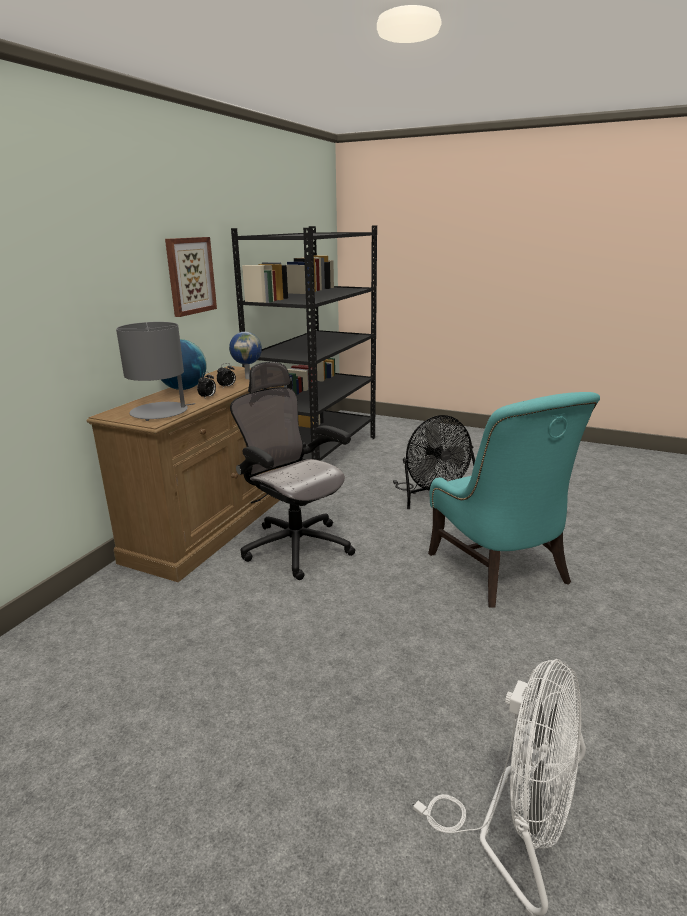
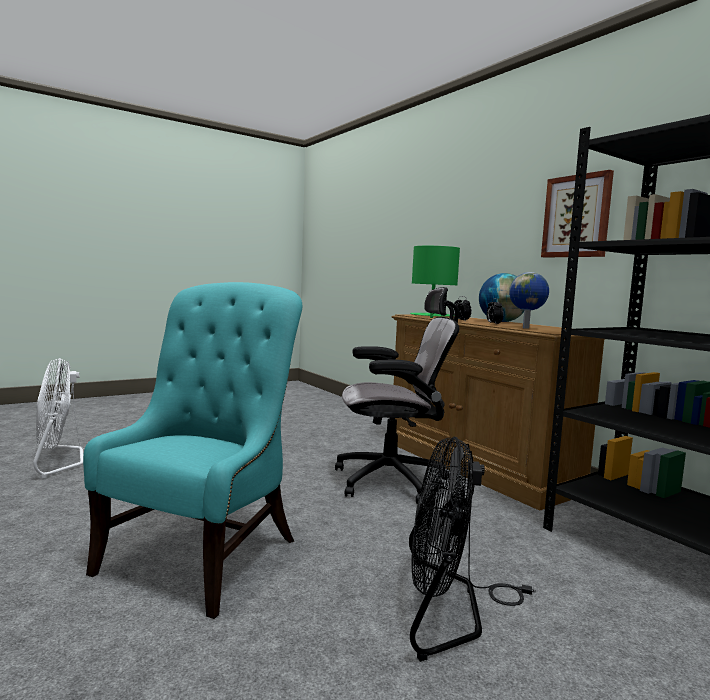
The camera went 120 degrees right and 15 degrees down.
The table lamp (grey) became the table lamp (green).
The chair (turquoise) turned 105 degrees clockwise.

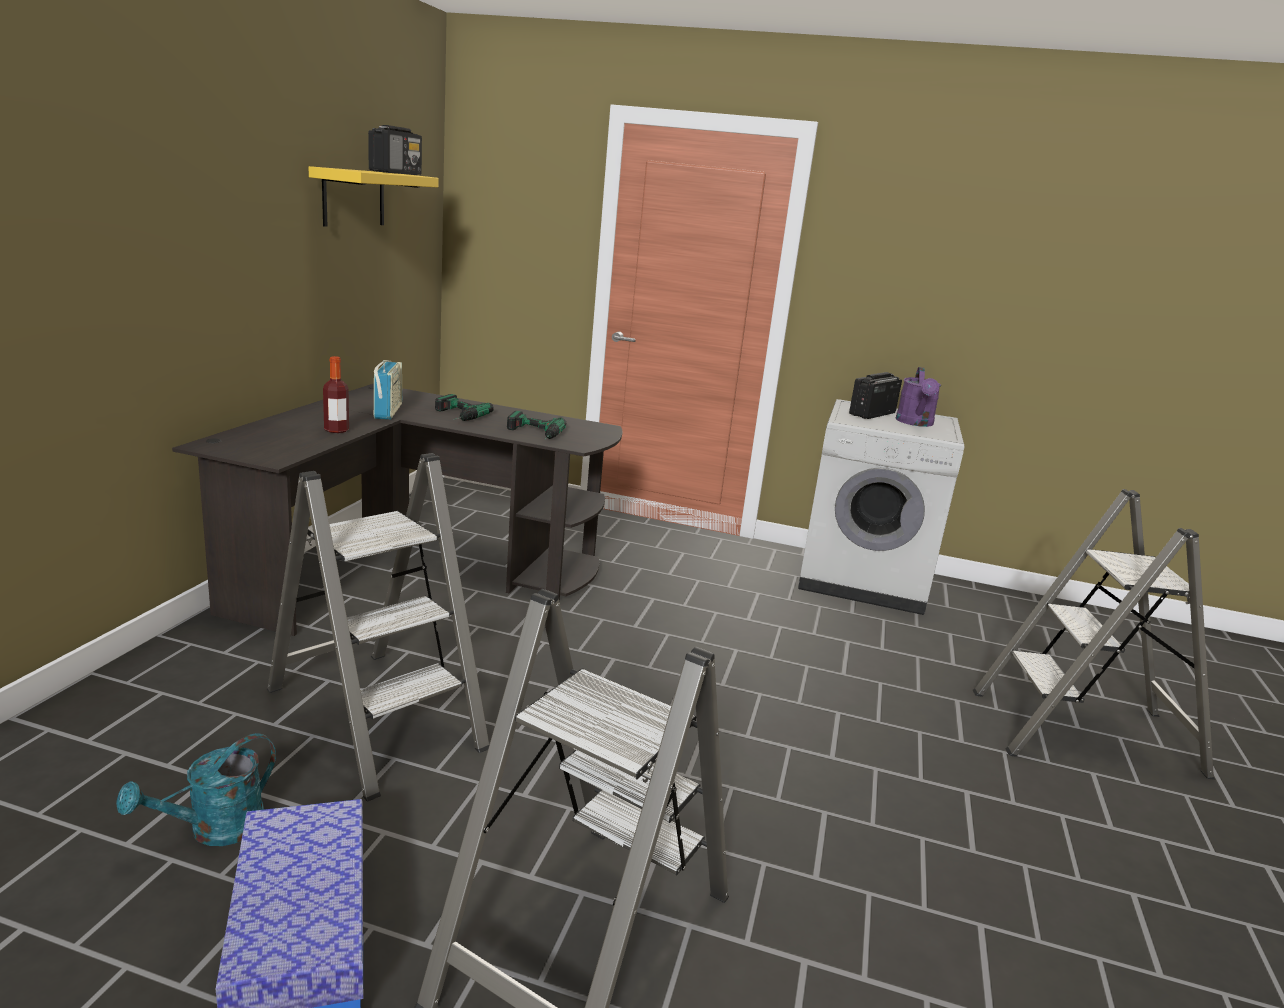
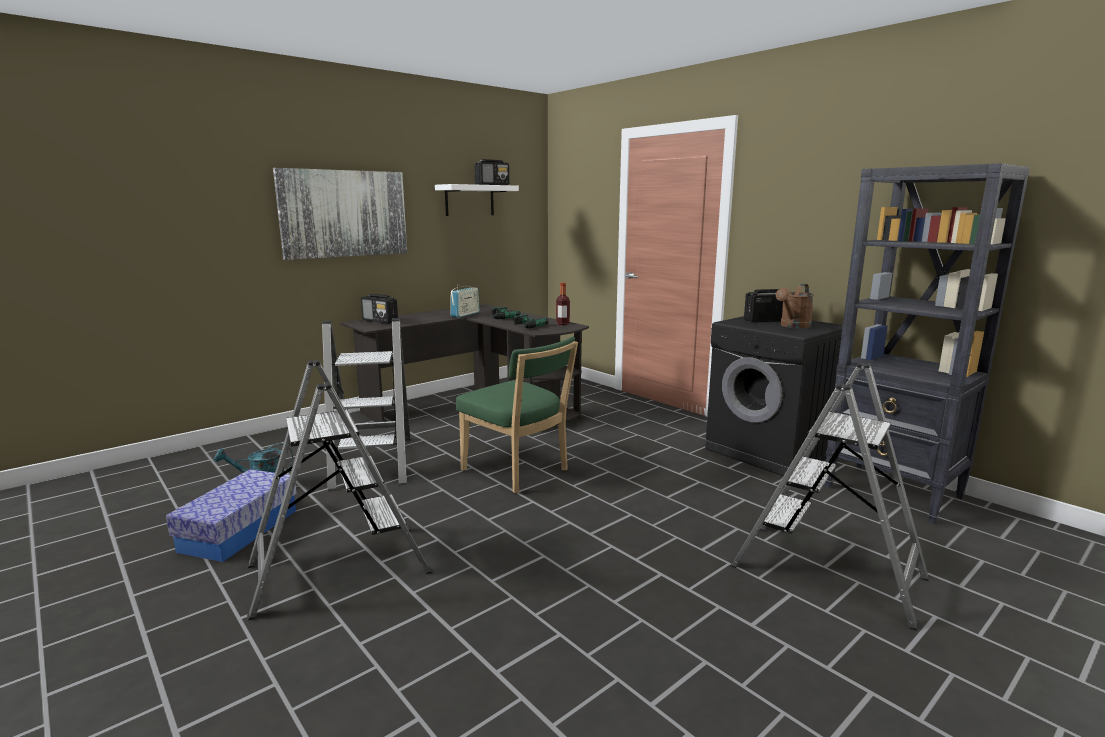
The camera went 35 degrees right and 5 degrees down.
The picture appeared.
The radio (no. 1 from left) appeared.
The chair (green) appeared.
The bookcase (black) appeared.
The bottle moved.
The shelf (yellow) became the shelf (white).
The washing machine (white) became the washing machine (black).
The watering can (purple) became the watering can (brown).

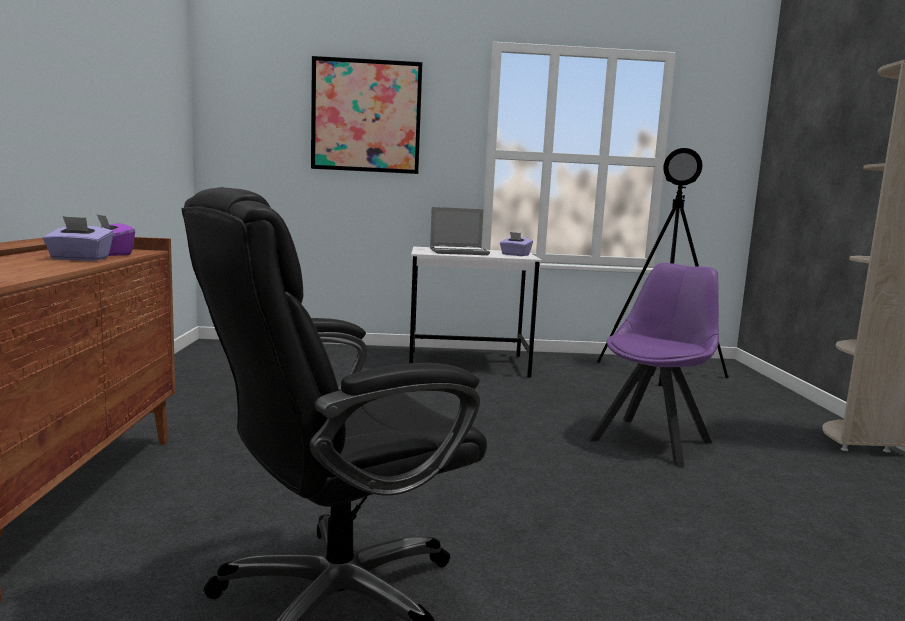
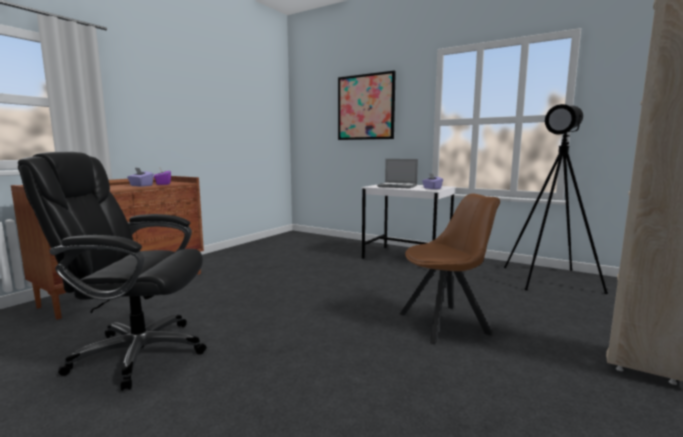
The camera went 35 degrees right and 0 degrees up.
The chair (purple) became the chair (brown).

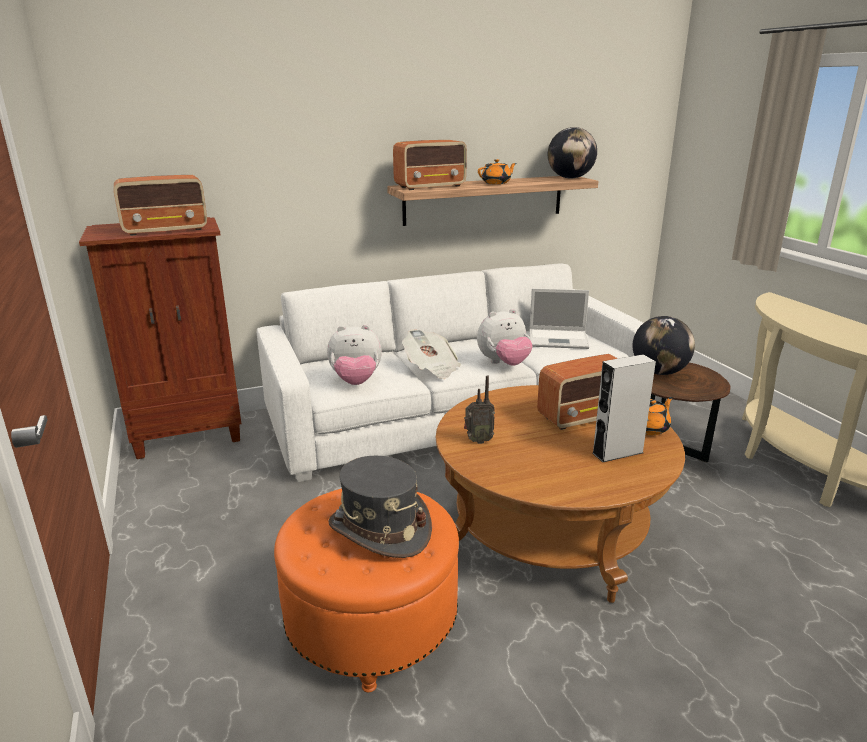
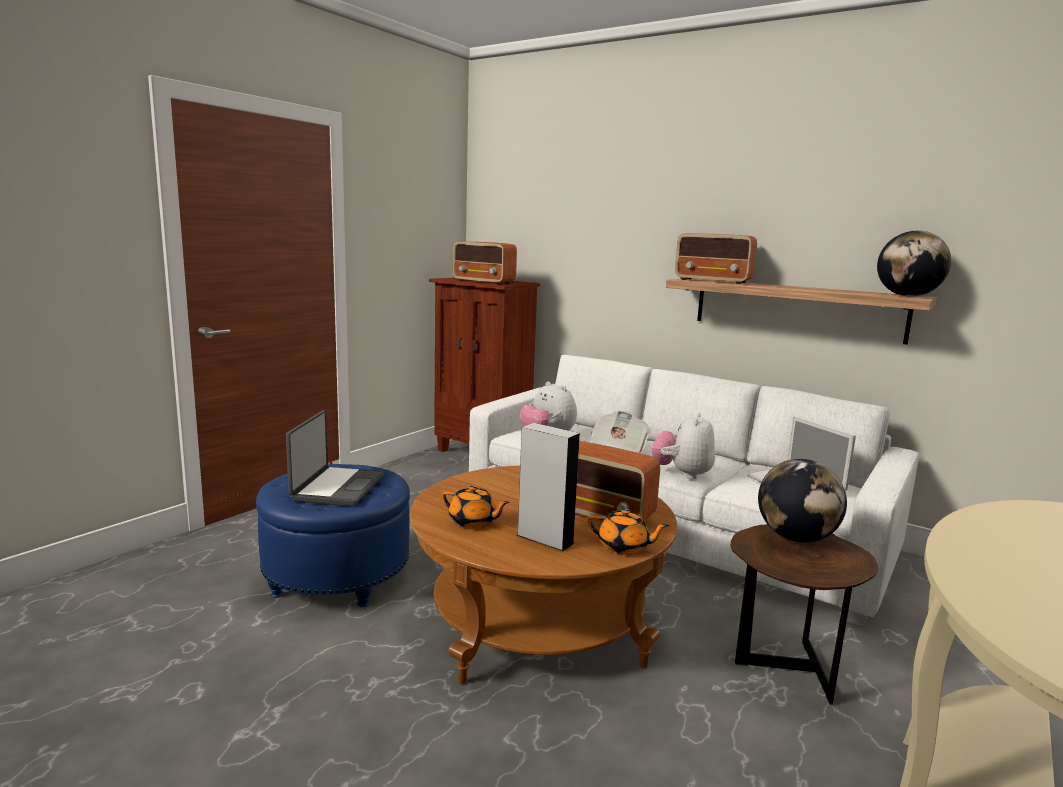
The camera went 55 degrees right and 10 degrees down.
The radio (no. 3 from left) disappeared.
The teapot (orange) (no. 1 from left) moved.
The hat (grey) was replaced by the laptop (no. 1 from left).
The ottoman (orange) became the ottoman (blue).
The plush toy (no. 2 from left) turned 75 degrees clockwise.

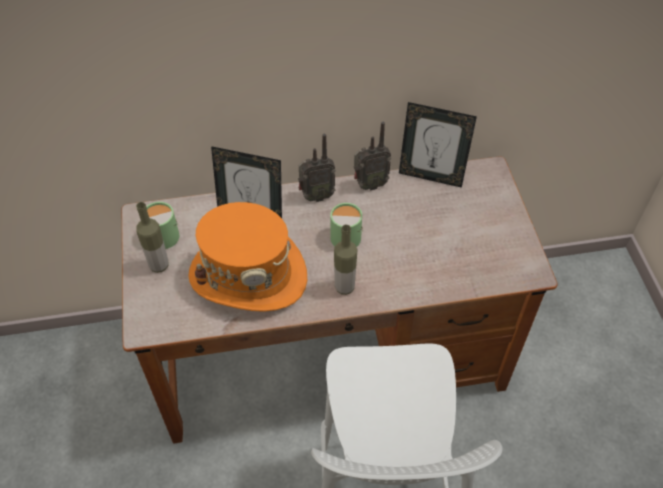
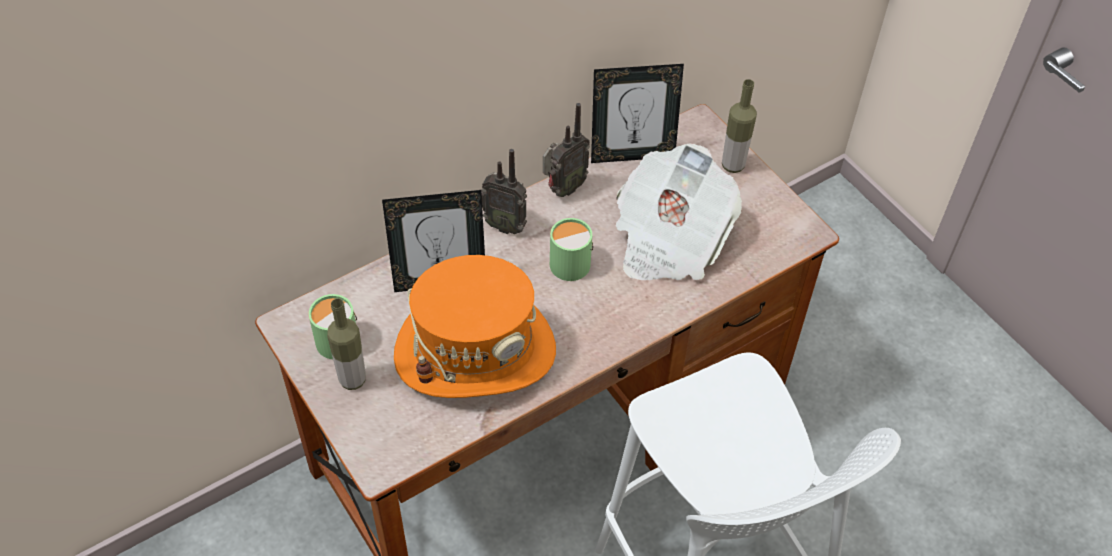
The camera went 25 degrees left and 0 degrees up.
The newspaper appeared.
The bottle (no. 2 from left) moved.
The radio (no. 1 from left) turned 60 degrees clockwise.

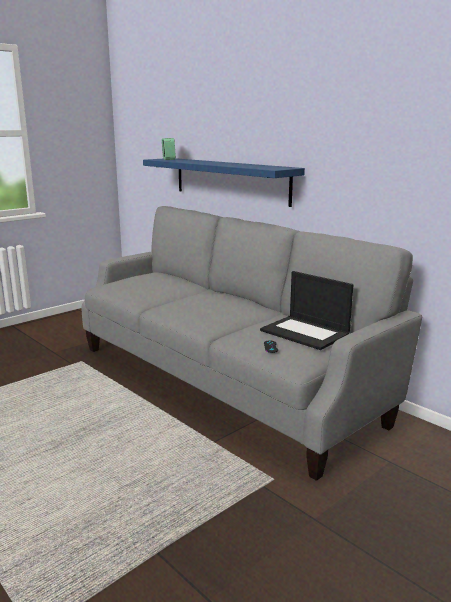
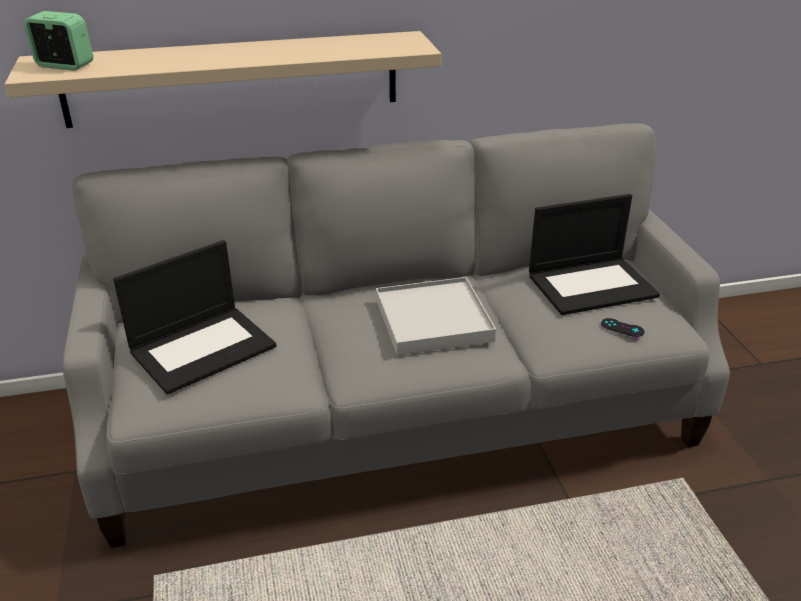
The camera went 60 degrees left and 15 degrees up.
The laptop (no. 1 from left) appeared.
The tray (white) appeared.
The shelf (blue) became the shelf (beige).

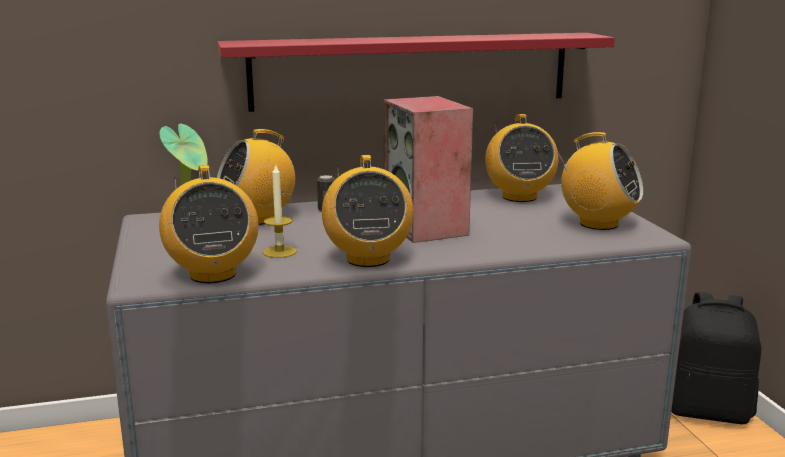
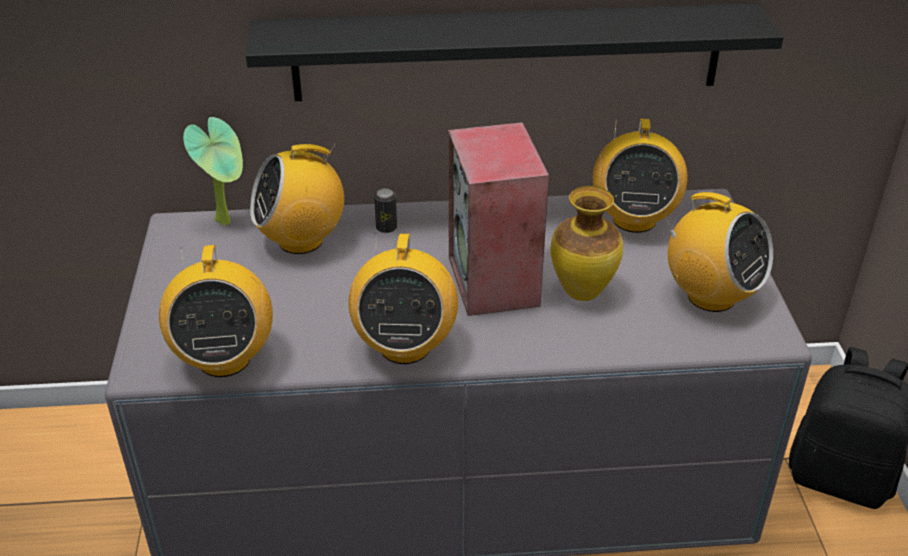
The camera went 10 degrees right and 20 degrees up.
The candle disappeared.
The vase appeared.
The shelf (red) became the shelf (black).

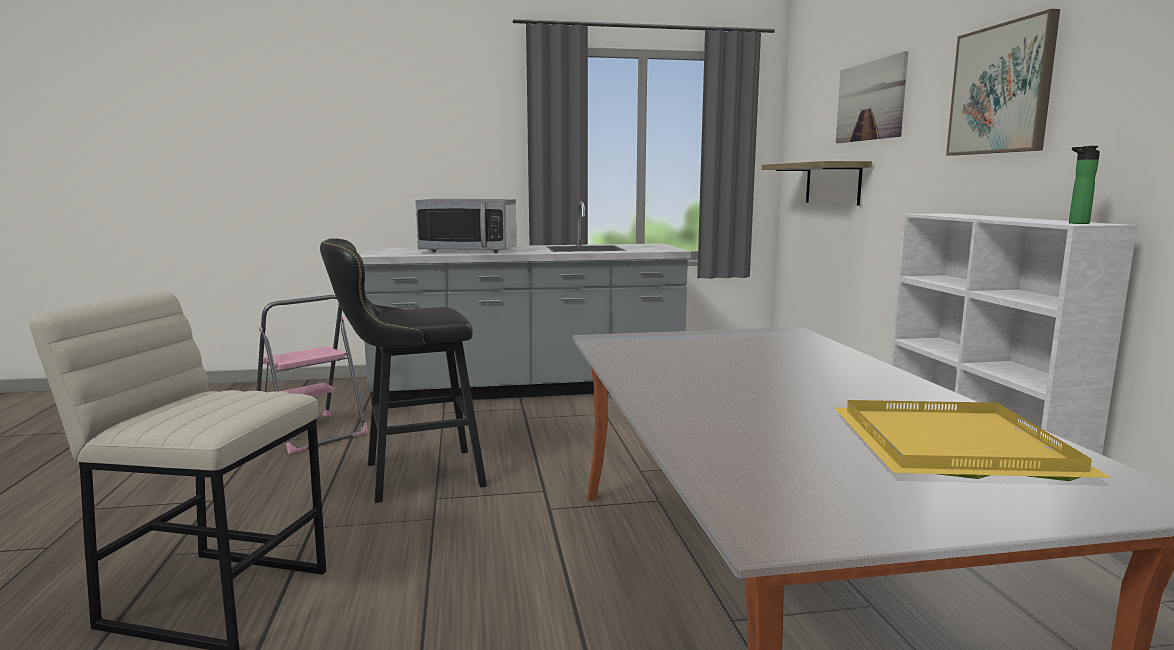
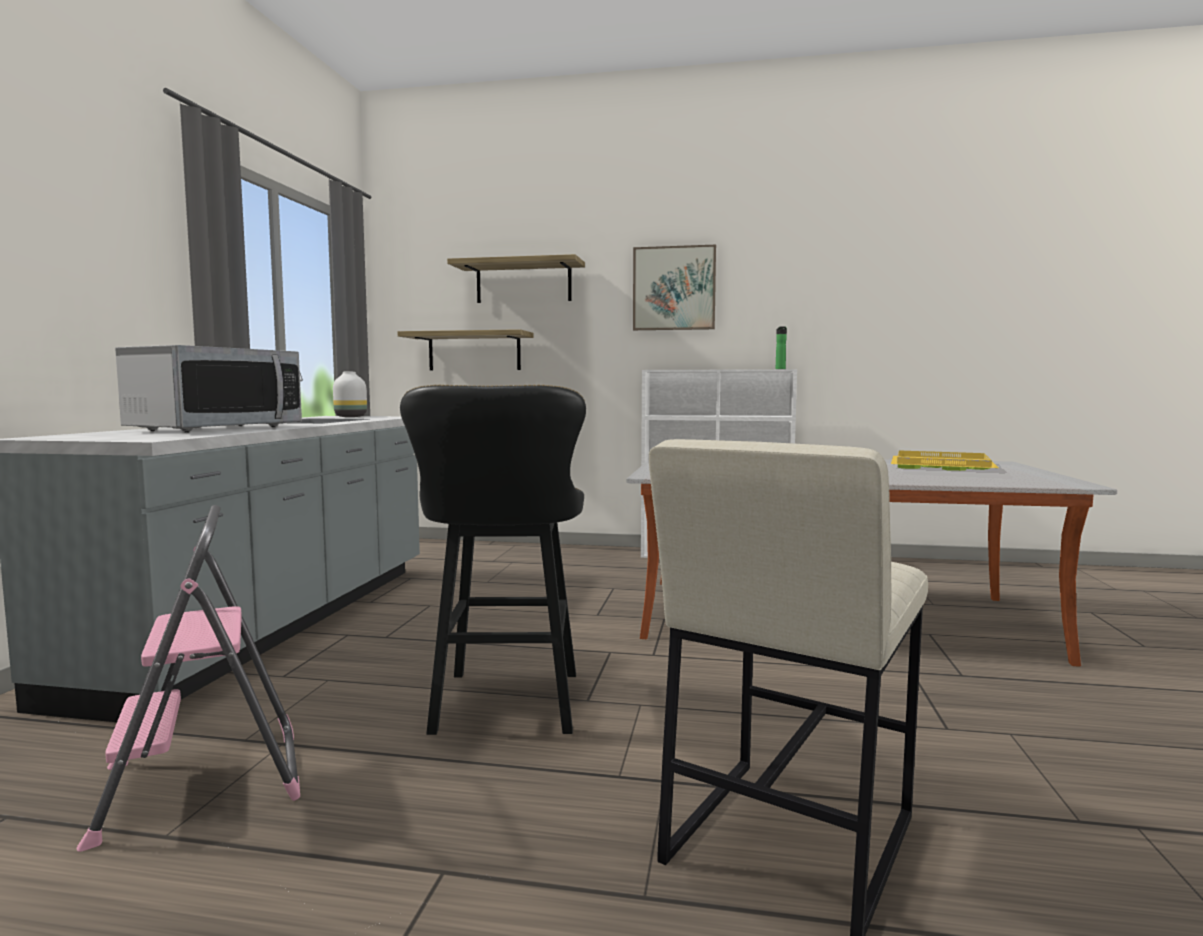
The camera went 70 degrees left and 5 degrees down.
The vase (white) appeared.
The picture (no. 1 from left) was replaced by the shelf (no. 2 from left).

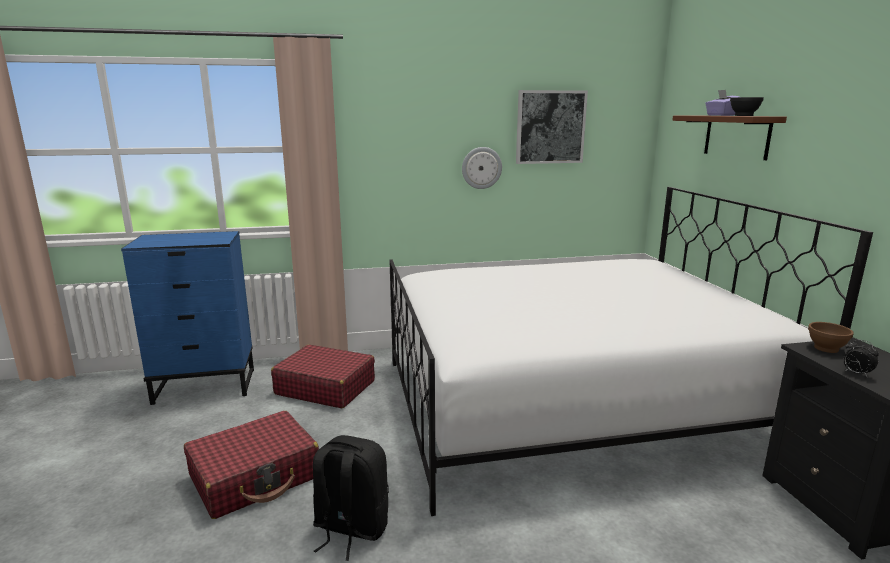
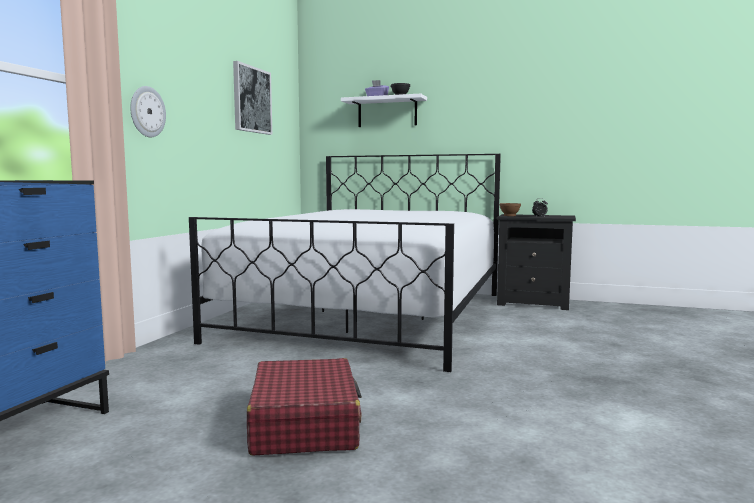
The camera went 60 degrees left and 10 degrees down.
The suitcase (red) (no. 2 from left) disappeared.
The backpack (black) disappeared.
The wall clock moved.
The shelf (brown) became the shelf (white).

